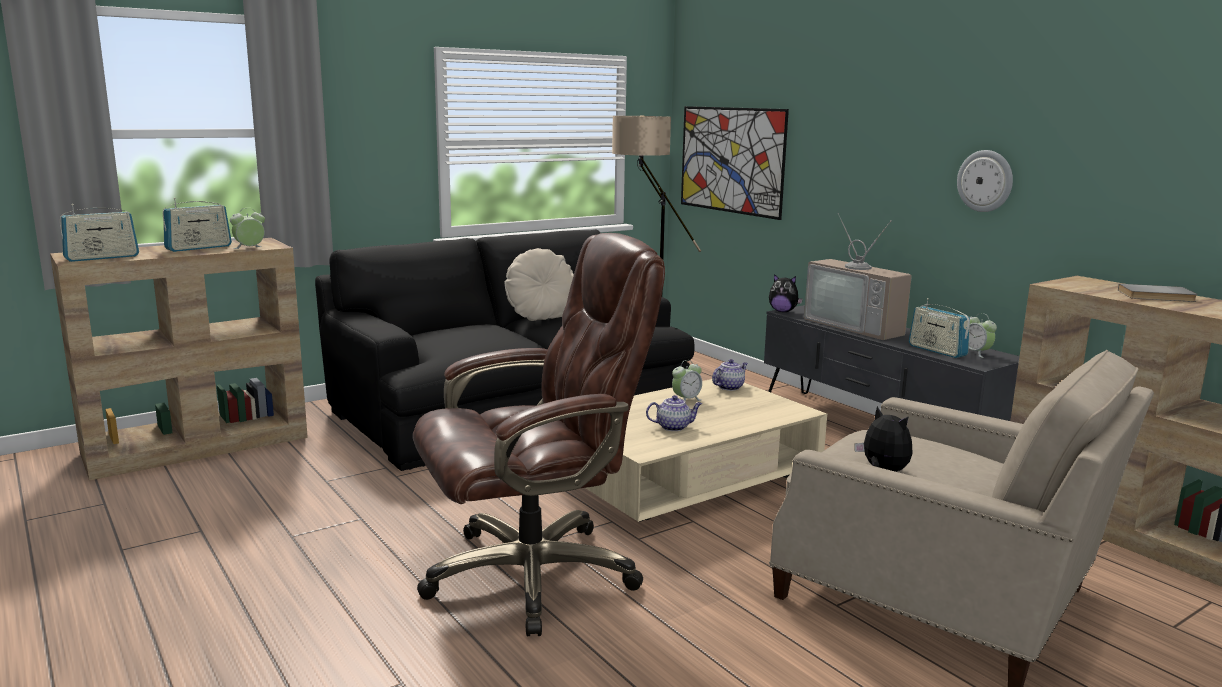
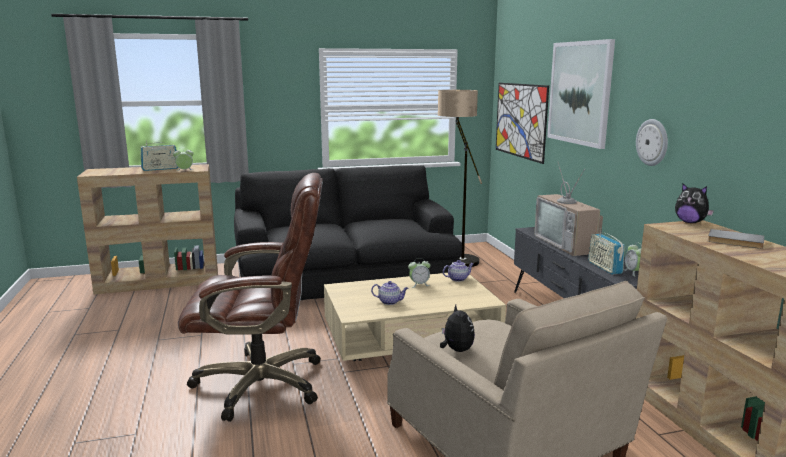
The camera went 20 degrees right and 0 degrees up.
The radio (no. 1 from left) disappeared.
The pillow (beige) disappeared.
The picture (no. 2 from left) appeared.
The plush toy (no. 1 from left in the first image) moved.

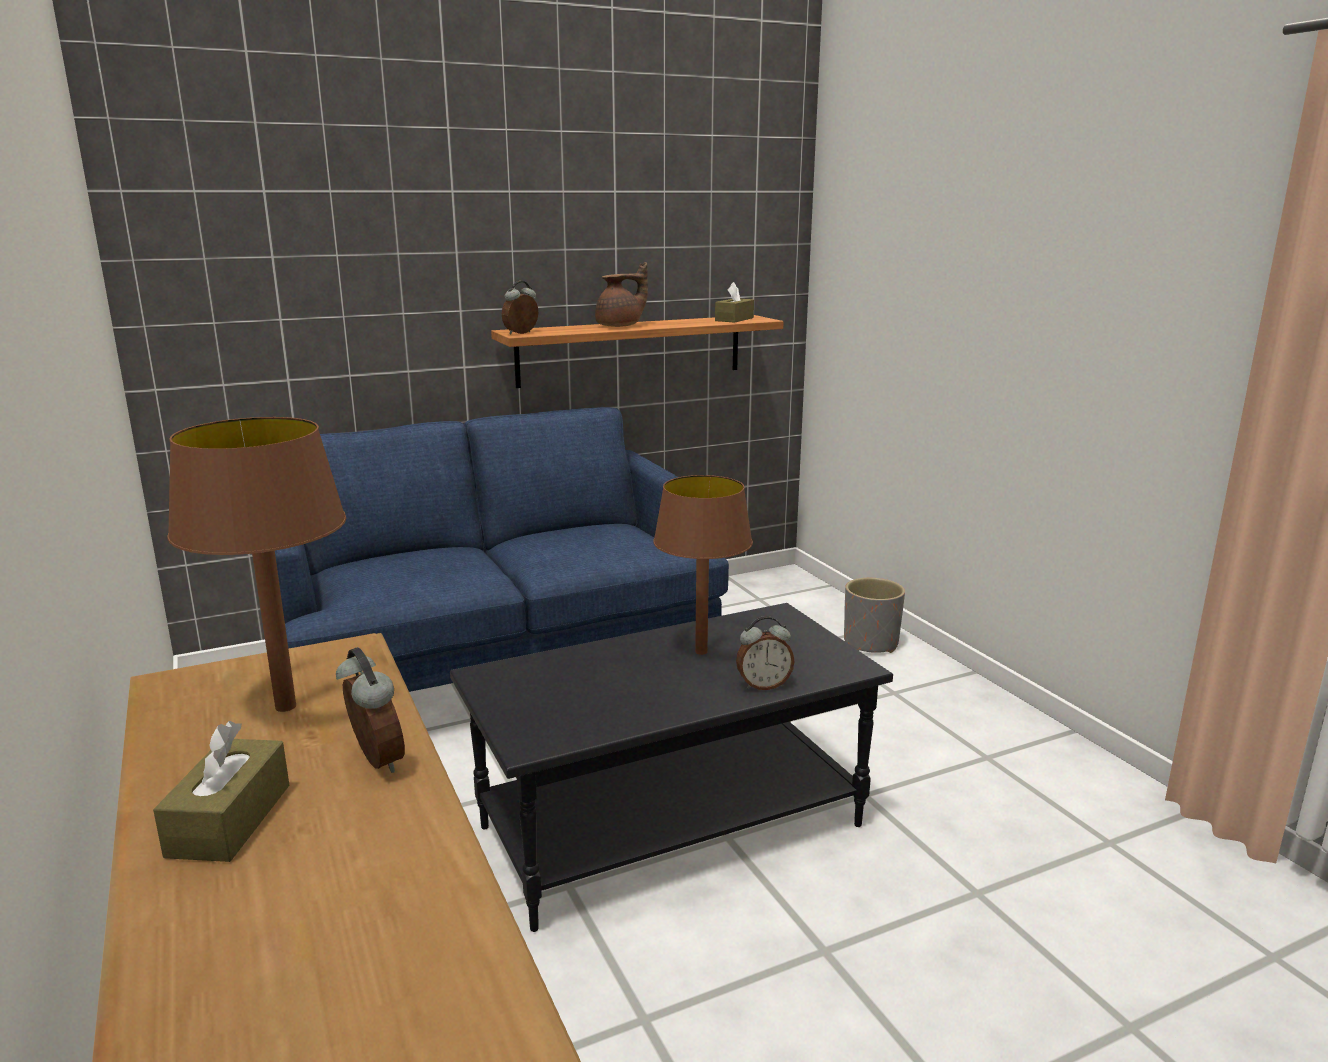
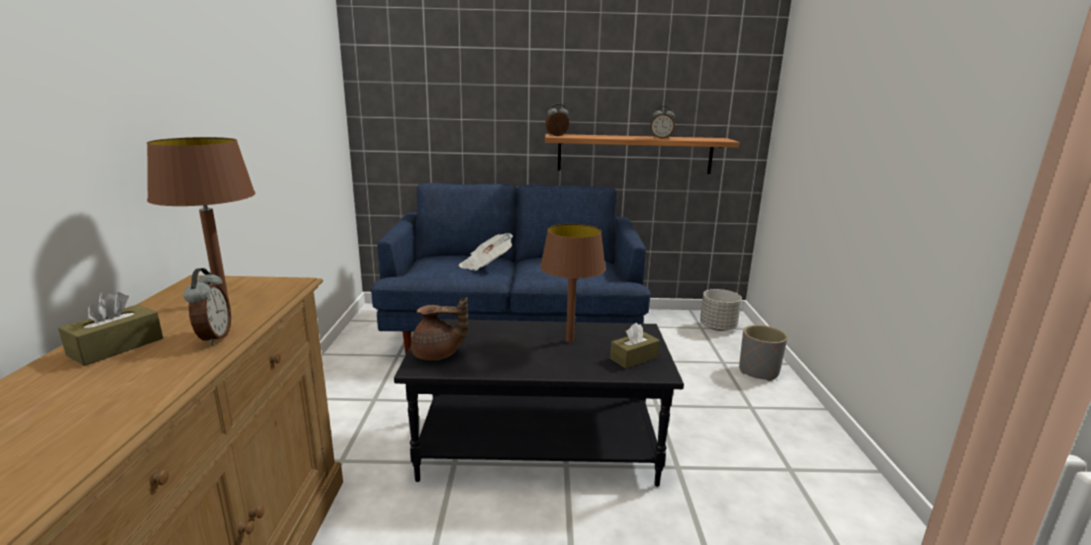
The camera went 25 degrees right and 0 degrees up.
The newspaper appeared.
The planter (grey) (no. 1 from left) appeared.
The teapot (brown) moved.
The tissue box (brown) (no. 2 from left) moved.
The alarm clock (no. 3 from left) moved.

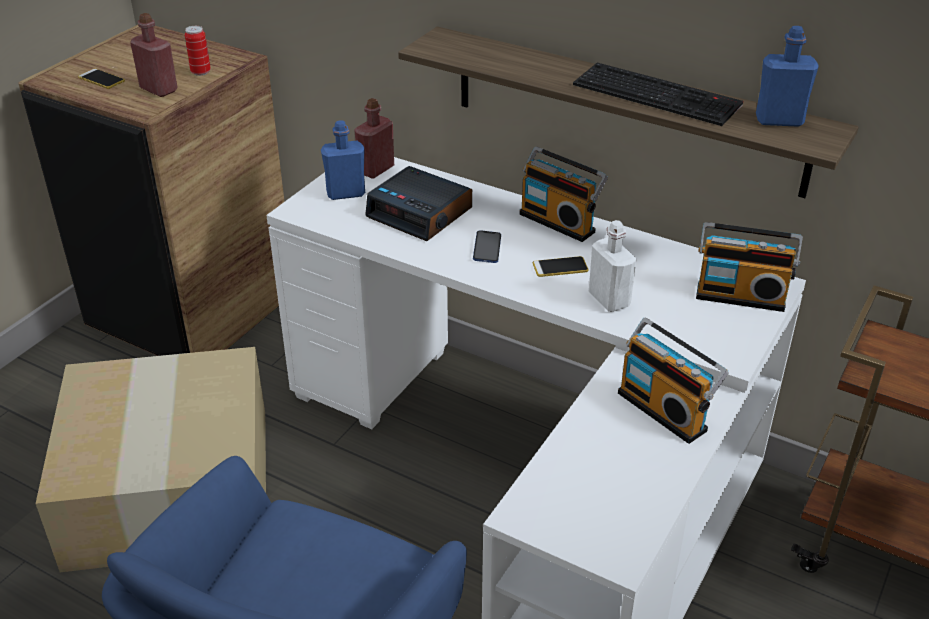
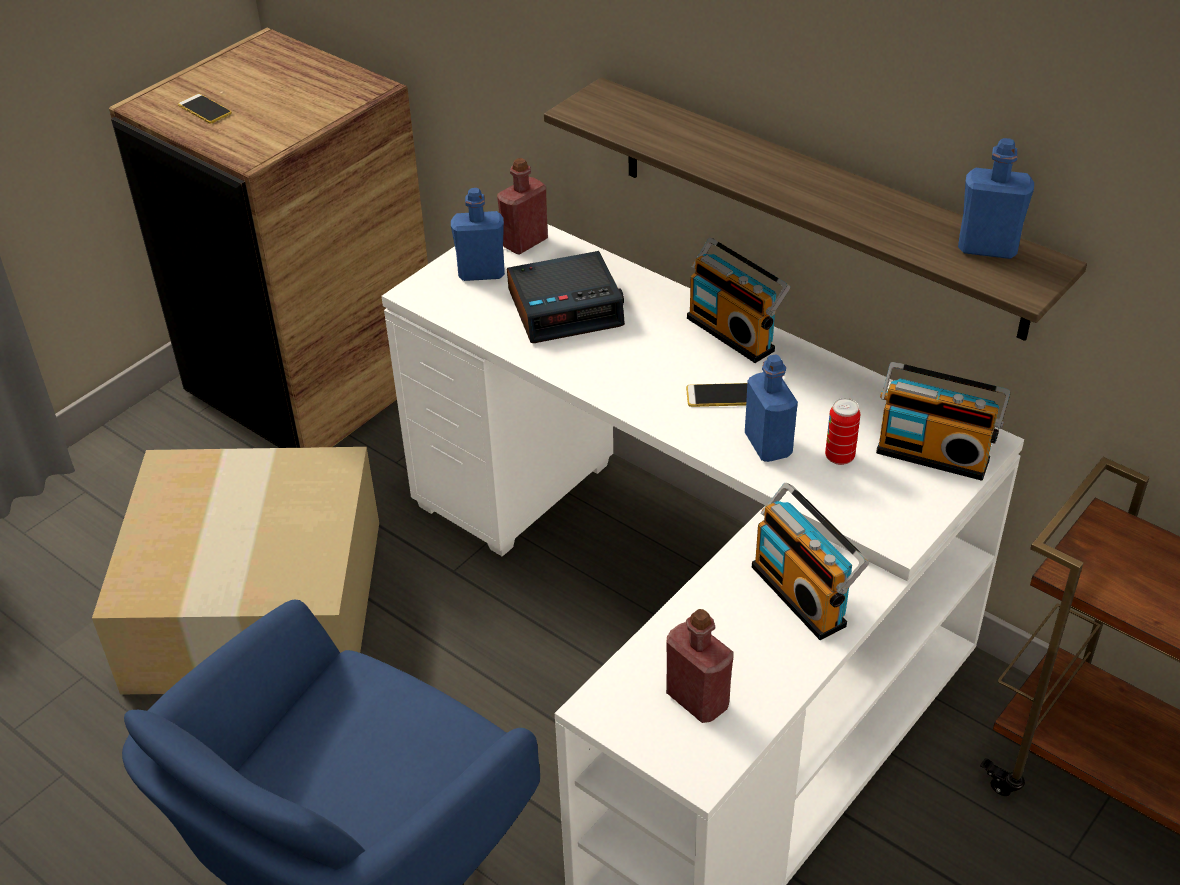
The camera went 10 degrees right and 5 degrees up.
The phone (no. 2 from left) disappeared.
The keyboard disappeared.
The bottle (red) (no. 1 from left in the first image) moved.
The can moved.
The bottle (white) became the bottle (blue) (no. 2 from left).
The alarm clock turned 60 degrees counterclockwise.

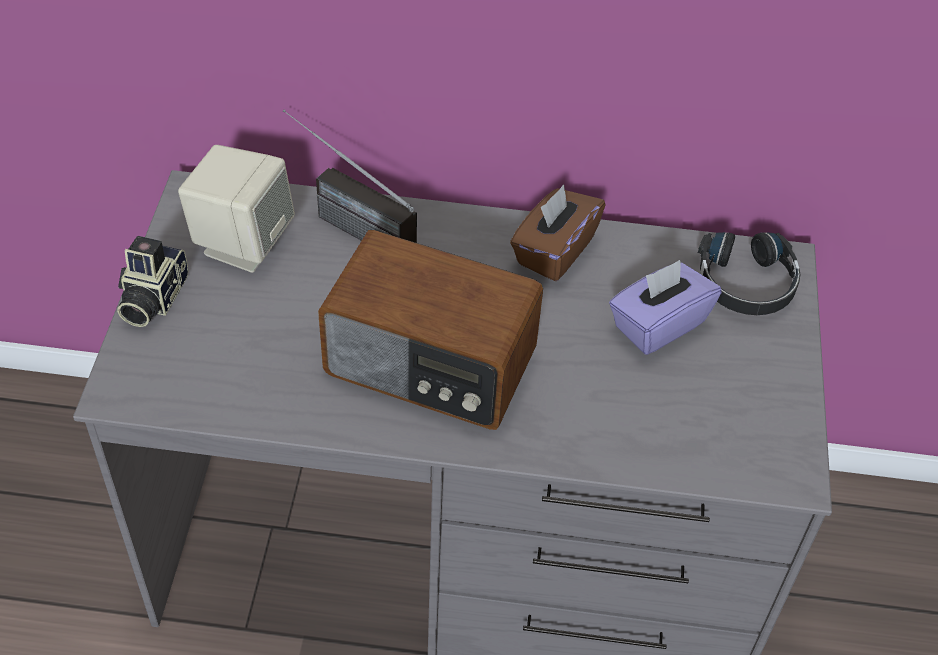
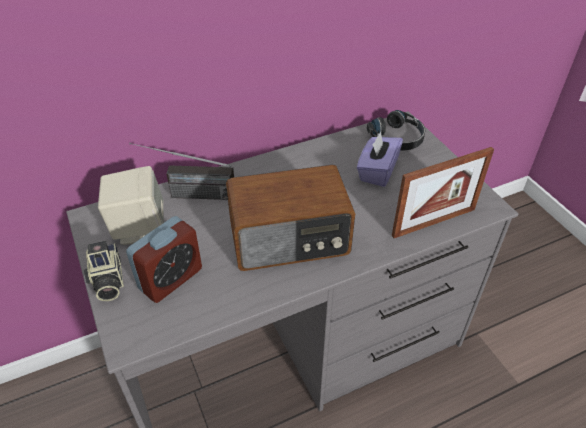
The camera went 30 degrees left and 5 degrees down.
The tissue box (brown) disappeared.
The alarm clock appeared.
The picture frame appeared.

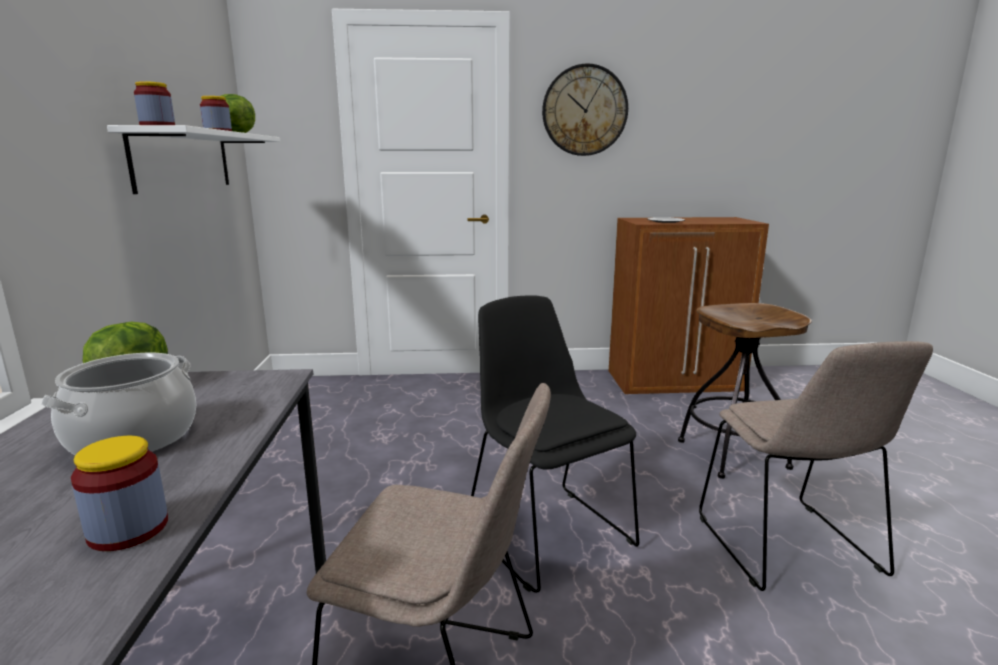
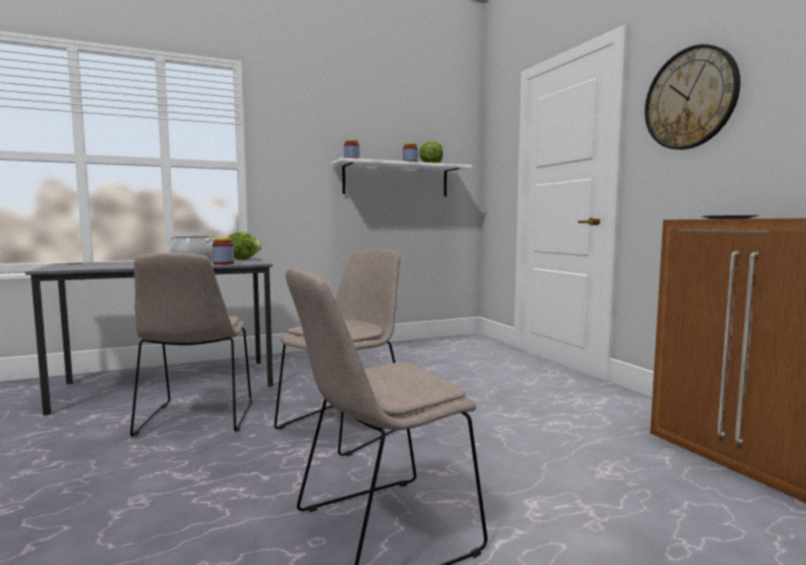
The camera went 70 degrees right and 10 degrees down.
The stool (brown) disappeared.
The jar (no. 1 from left) moved.
The chair (black) became the chair (beige) (no. 2 from left).

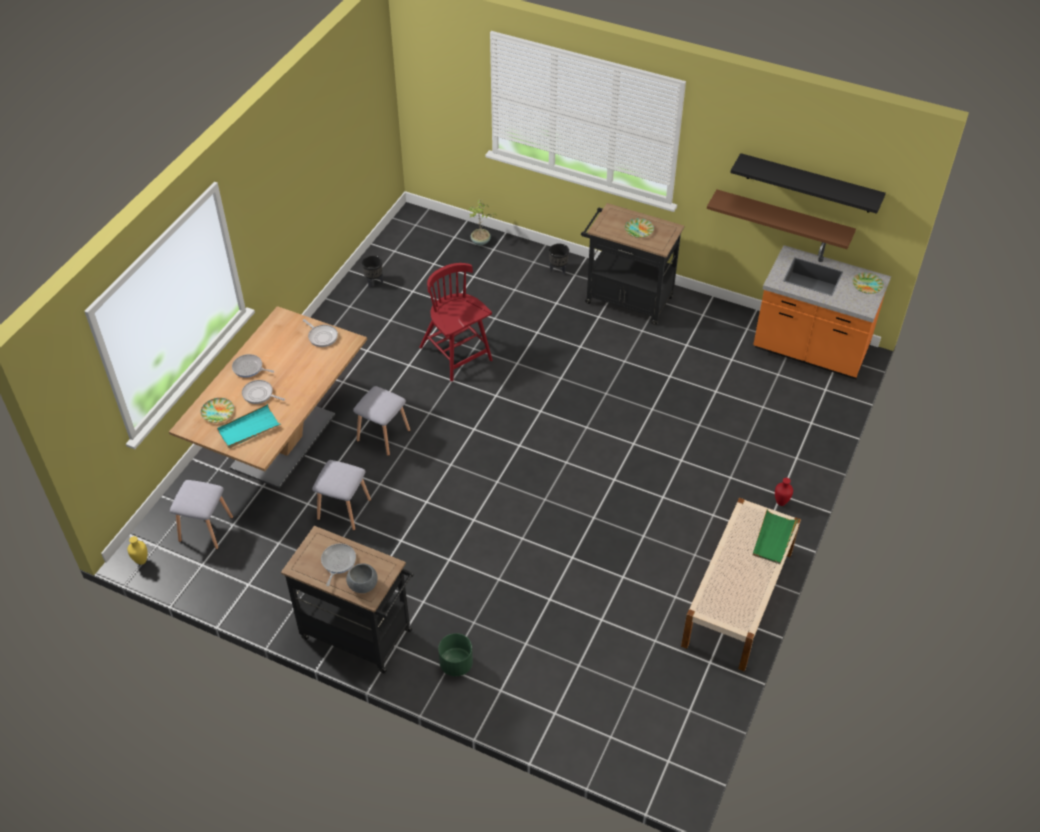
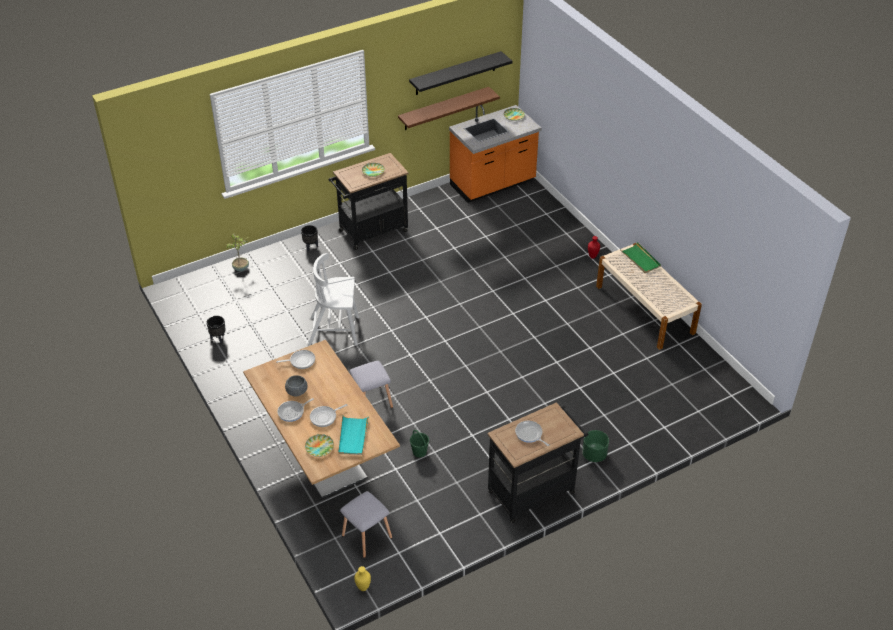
The camera went 55 degrees left and 5 degrees down.
The bowl (grey) moved.
The stool (grey) (no. 2 from left) was replaced by the bucket (green).
The chair (red) became the chair (white).

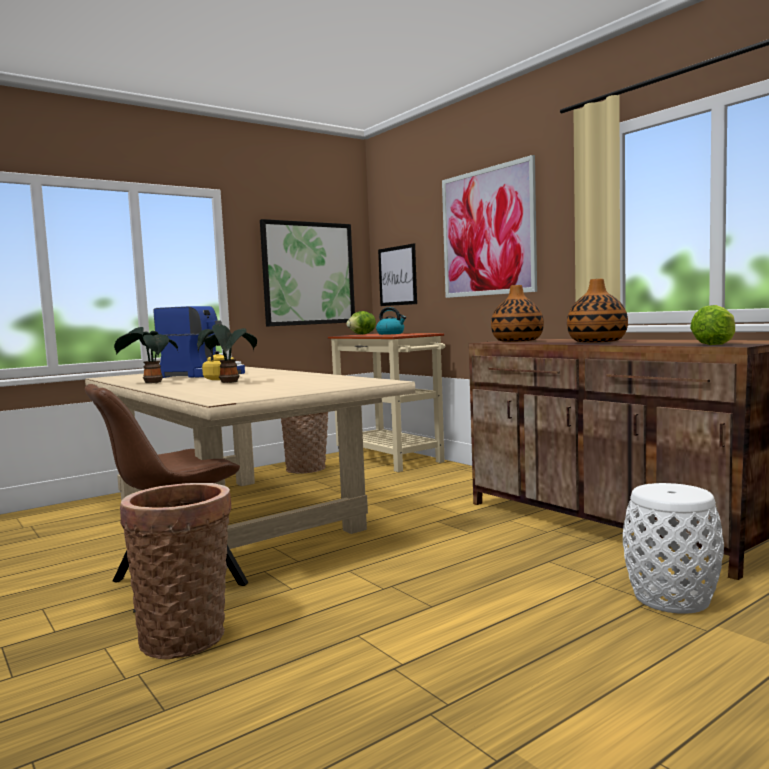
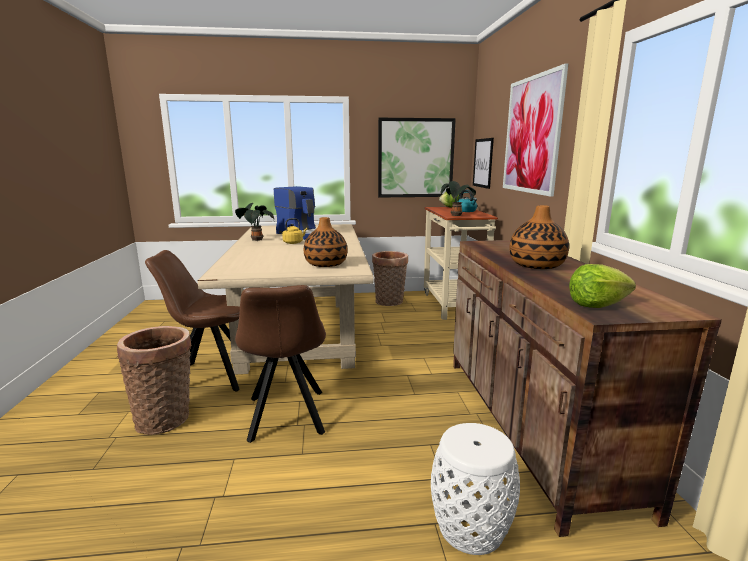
The camera went 30 degrees right and 10 degrees up.
The chair (brown) (no. 2 from left) appeared.
The potted plant (no. 2 from left) moved.
The vase (no. 1 from left) moved.

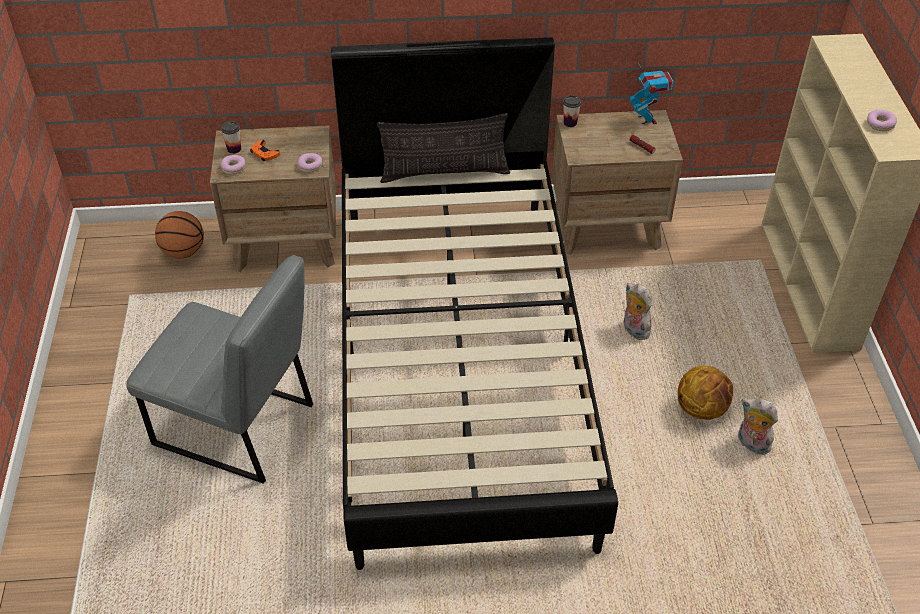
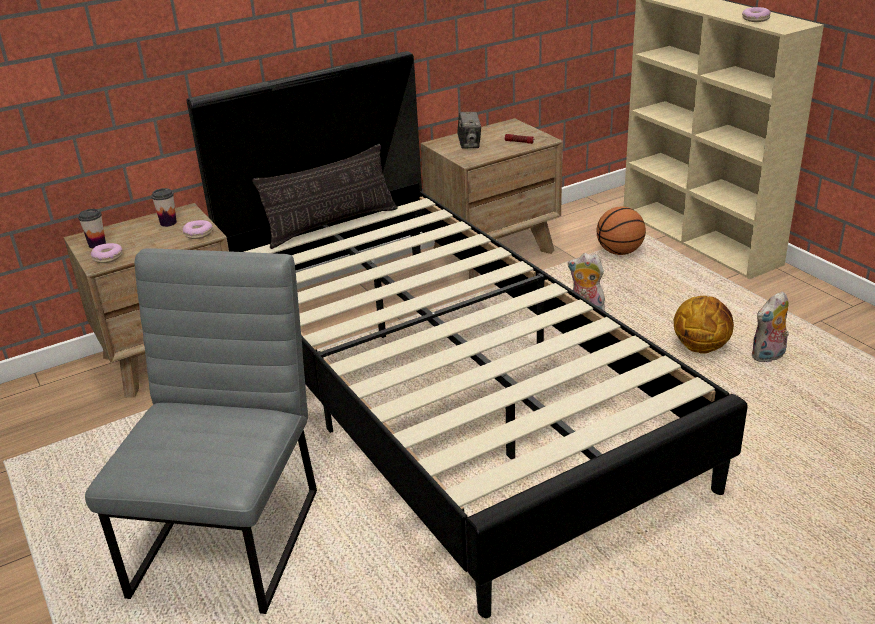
The camera went 25 degrees left and 15 degrees down.
The game controller (orange) disappeared.
The toy robot disappeared.
The photo camera appeared.
The basketball (no. 1 from left) moved.
The cup (no. 2 from left) moved.
The chair (grey) turned 75 degrees counterclockwise.
The plush toy (no. 2 from left) turned 45 degrees counterclockwise.

